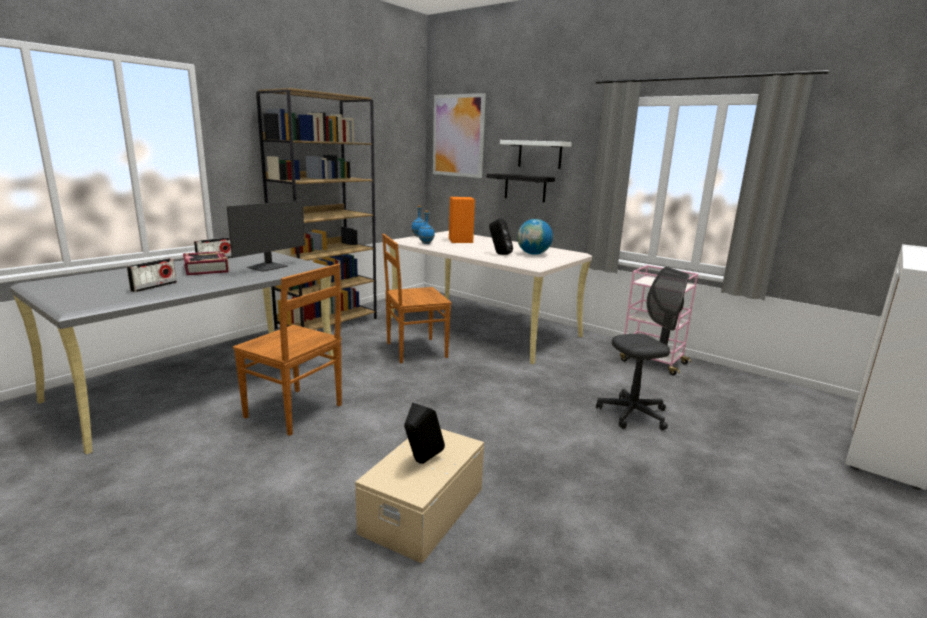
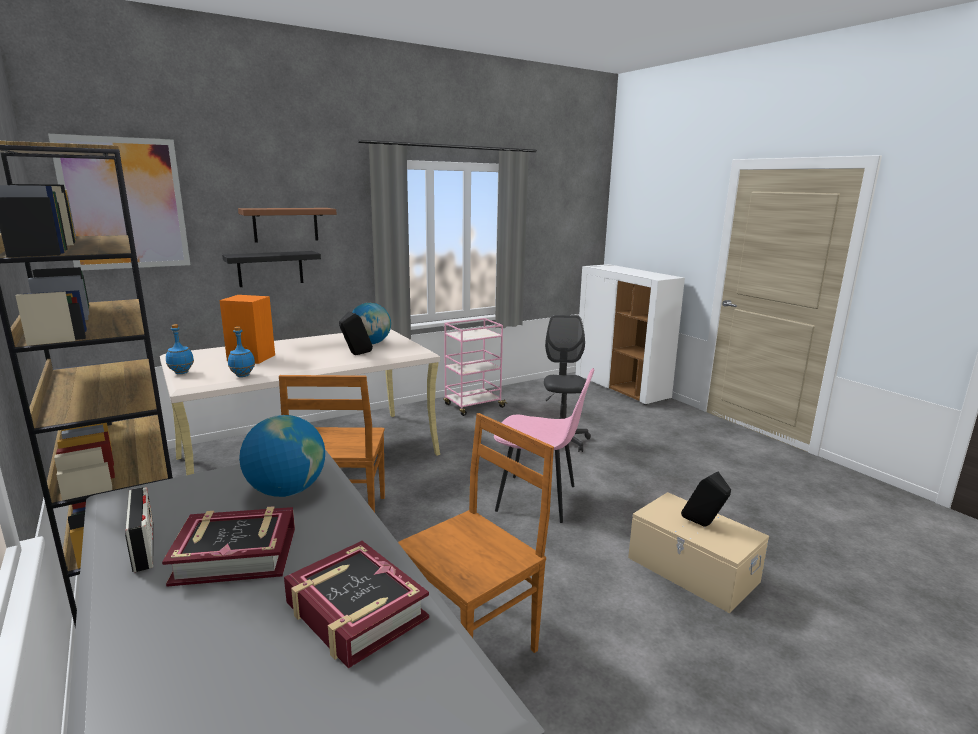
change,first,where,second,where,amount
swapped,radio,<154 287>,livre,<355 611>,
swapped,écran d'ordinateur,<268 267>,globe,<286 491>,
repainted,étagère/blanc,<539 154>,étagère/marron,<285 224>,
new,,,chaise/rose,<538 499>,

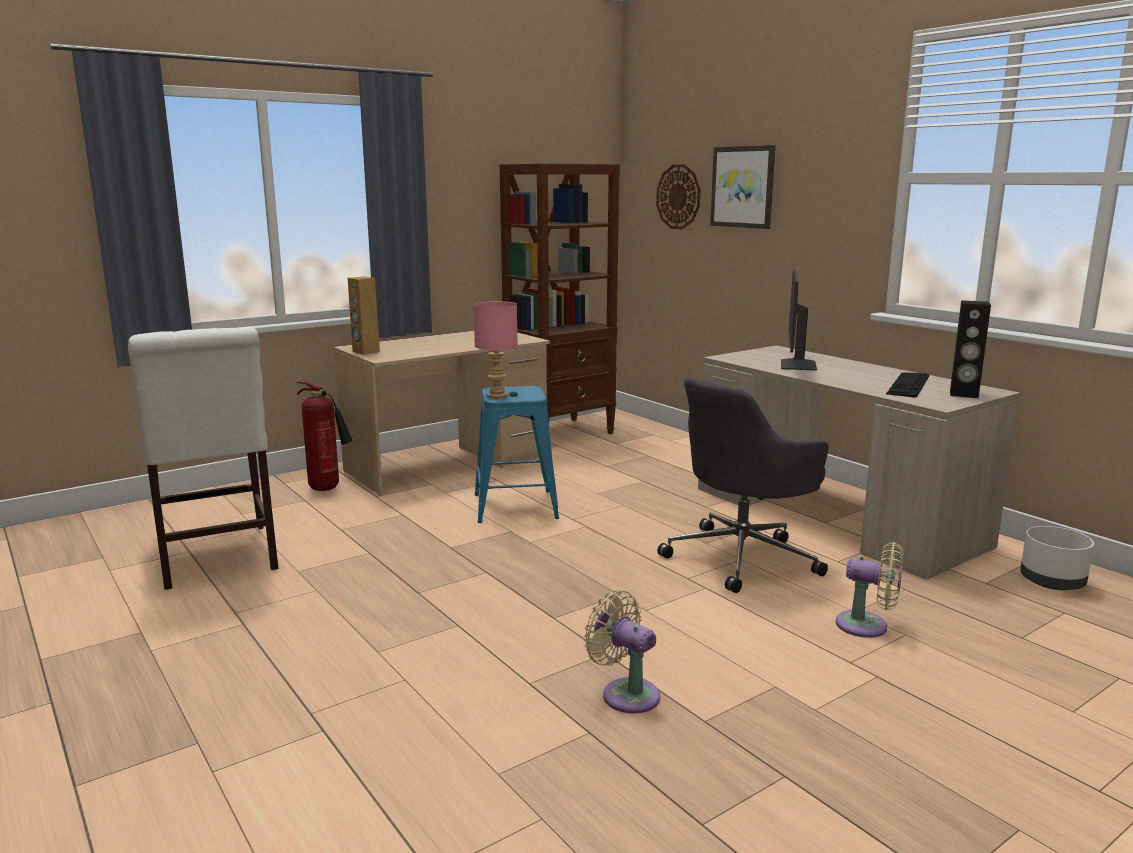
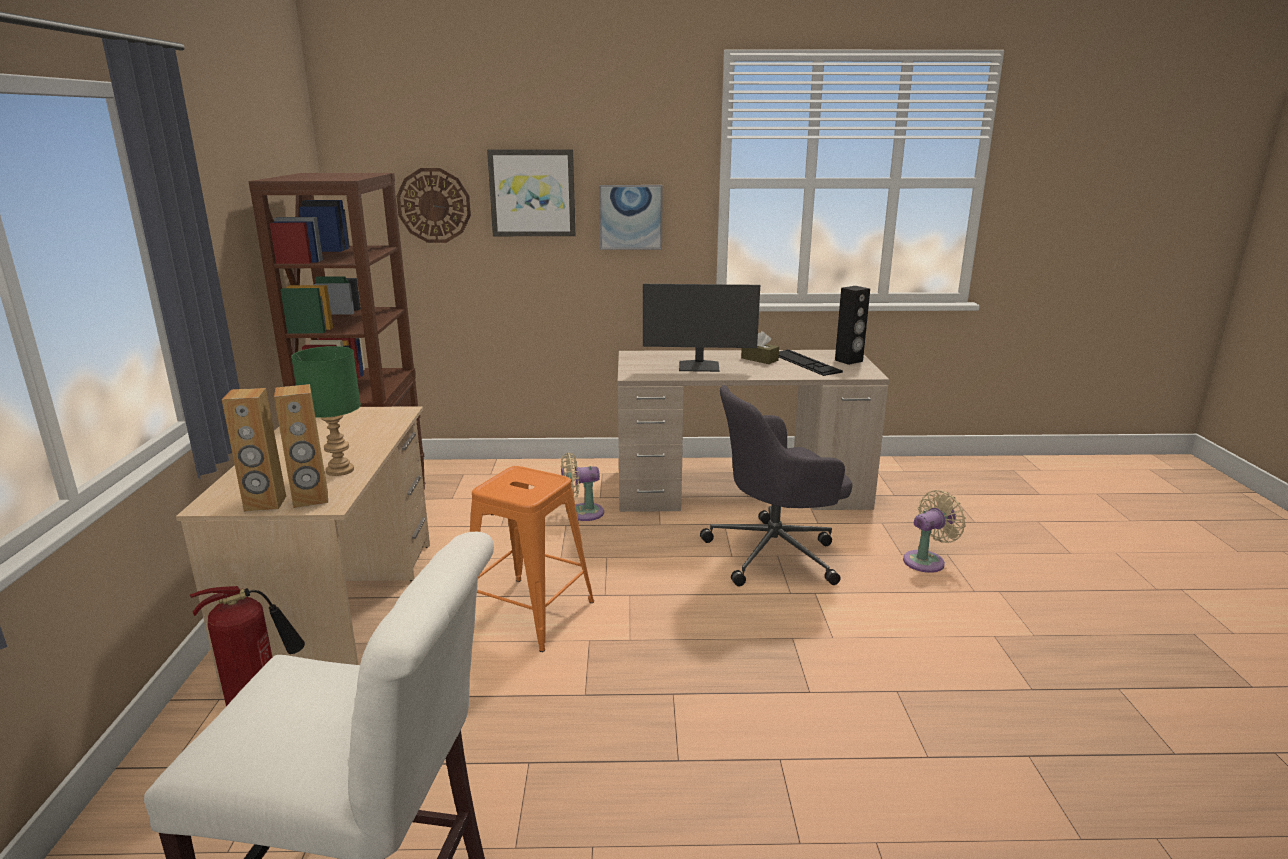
change,first,where,second,where,amount
gone,lampe de table/rose,<496 396>,,,
repainted,tabouret/bleu,<514 506>,tabouret/orange,<529 613>,
shifted,ventilateur/beige,<626 693>,,<582 513>,
rotated,chaise de bureau/gris,<743 557>,,<775 553>,75 degrees clockwise
rotated,écran d'ordinateur,<796 365>,,<699 367>,45 degrees counterclockwise
gone,cache-pot/blanc,<1053 581>,,,
new,,,enceinte/marron,<311 499>,
new,,,lampe de table/vert,<339 470>,
new,,,tableau,<630 217>,
new,,,boîte à mouchoirs/marron,<759 359>,

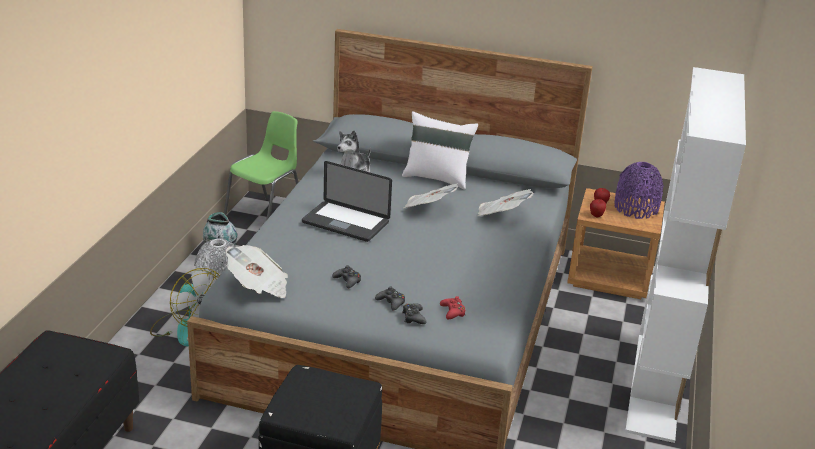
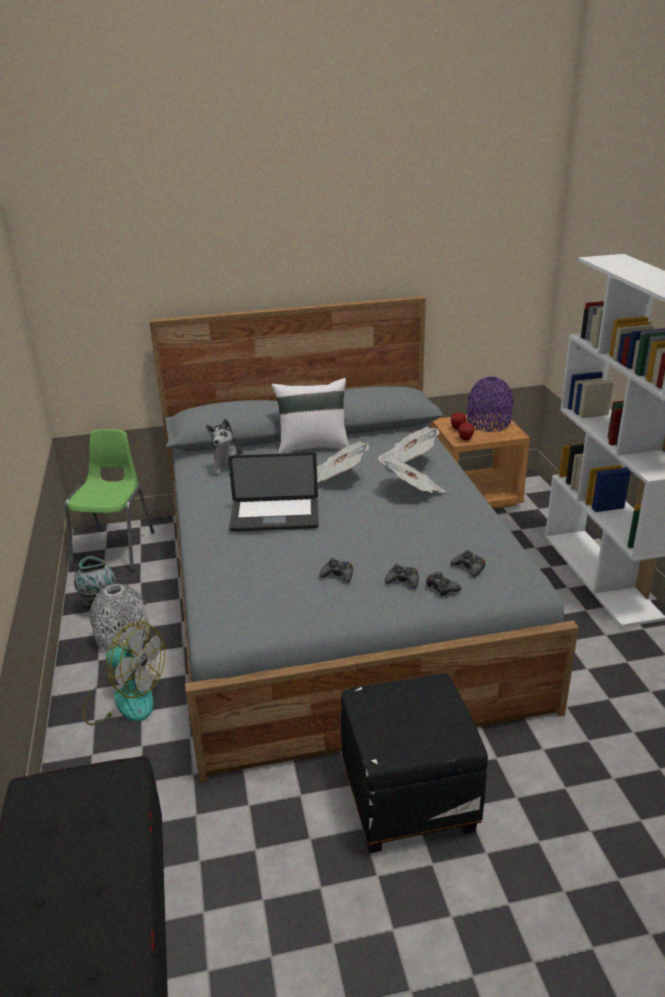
change,first,where,second,where,amount
shifted,journal,<258 286>,,<413 491>,
repainted,manette/rouge,<453 312>,manette/noir,<469 568>,

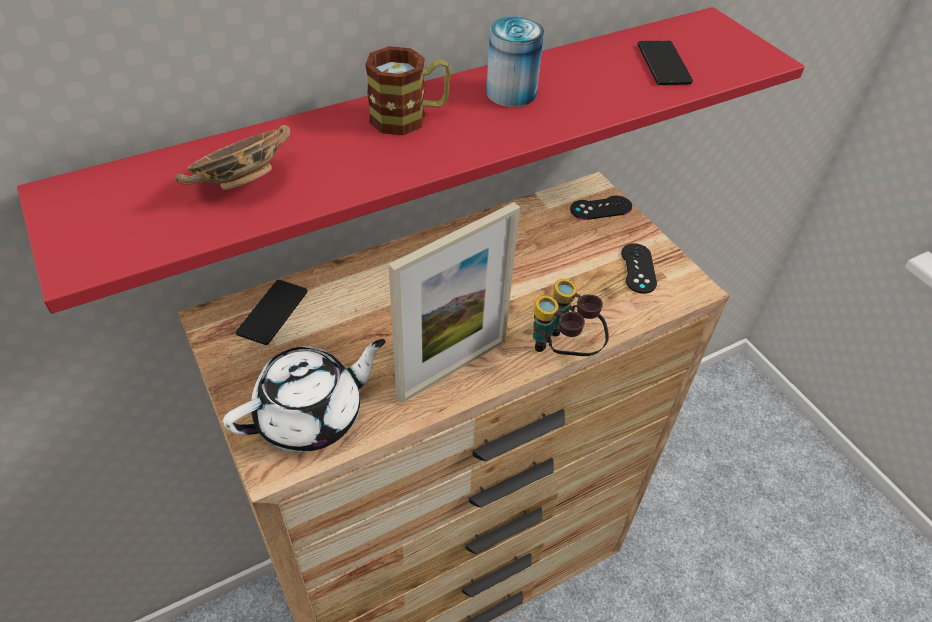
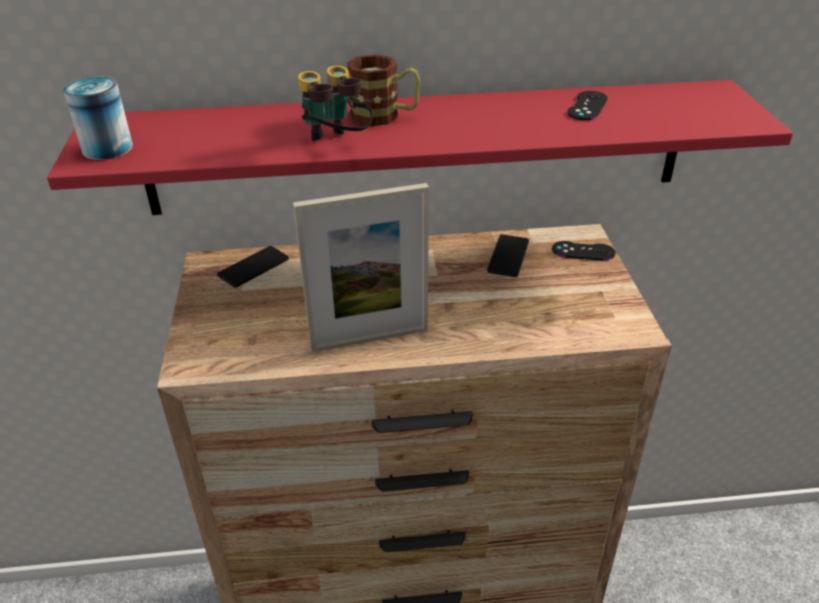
change,first,where,second,where,amount
gone,bol,<241 182>,,,
gone,théière/blanc,<312 415>,,,
shifted,boîte métallique,<511 93>,,<107 148>,
shifted,jumelles,<563 351>,,<335 144>,
shifted,manette/noir,<638 268>,,<587 106>,
shifted,téléphone,<663 64>,,<508 256>,

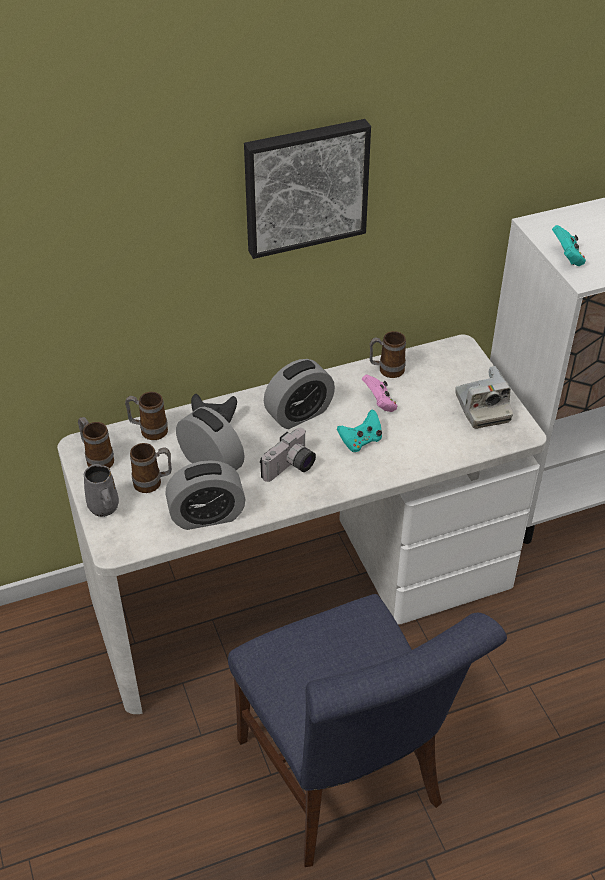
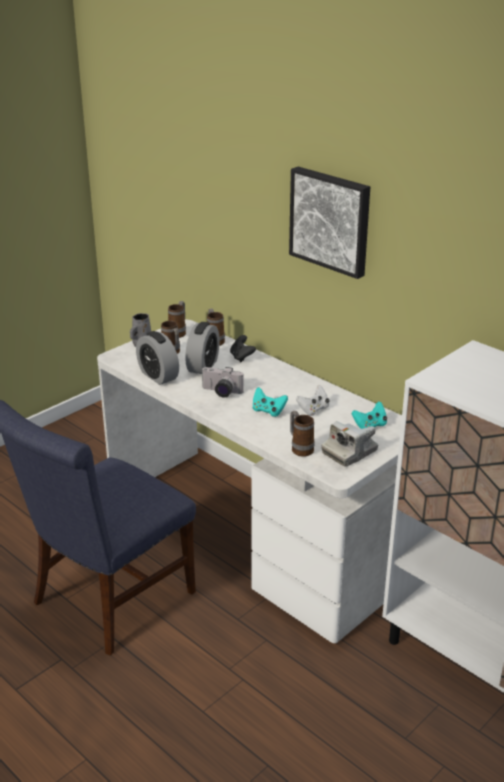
change,first,where,second,where,amount
gone,réveil,<299 414>,,,
repainted,manette/rose,<380 403>,manette/blanc,<313 410>,
shifted,mug,<386 370>,,<300 448>,
shifted,manette/turquoise,<567 257>,,<370 426>,

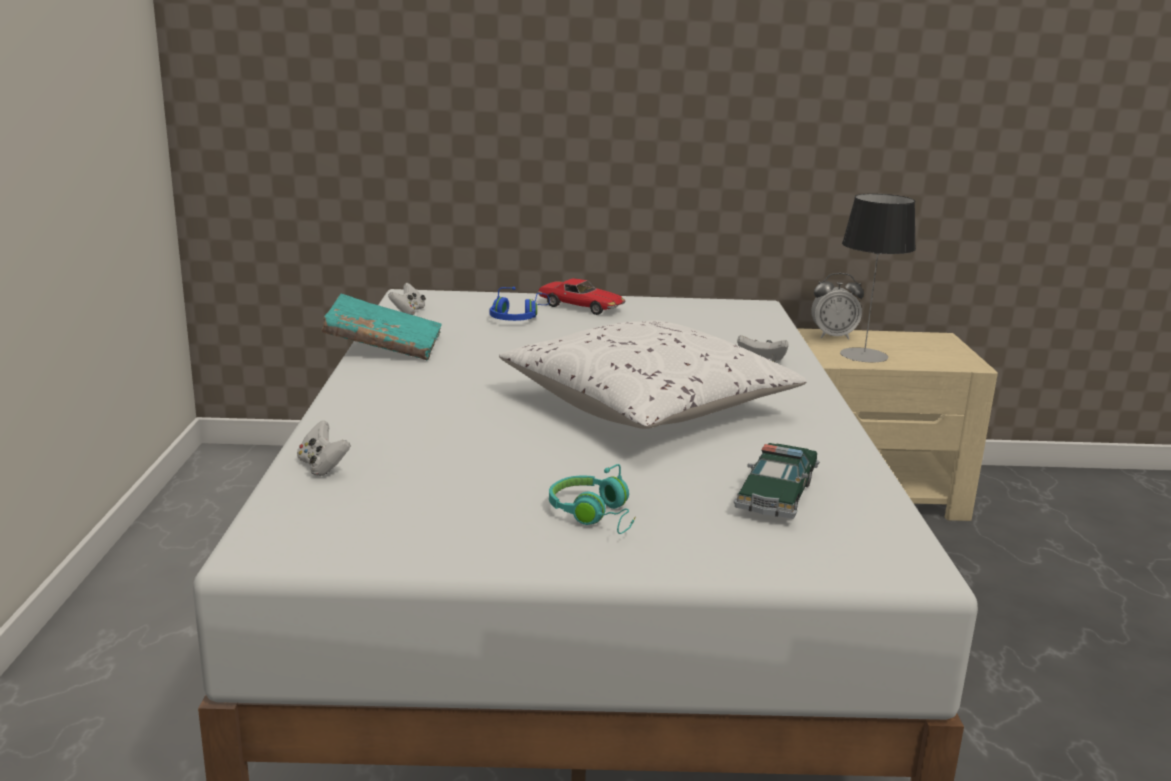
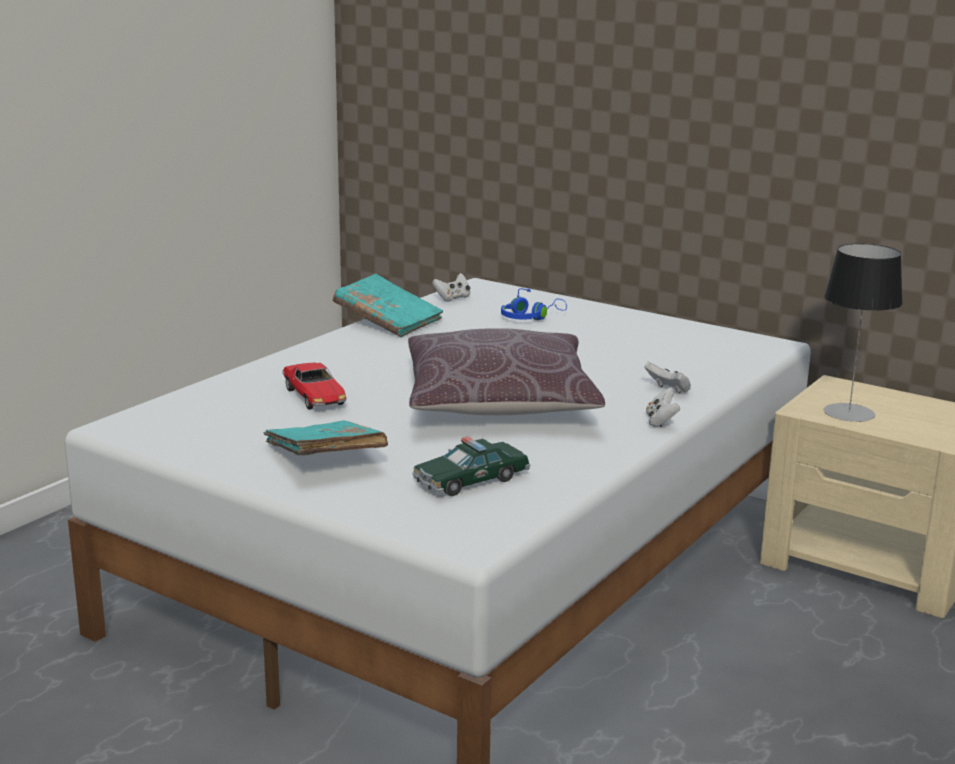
change,first,where,second,where,amount
shifted,manette/blanc,<322 467>,,<661 422>,
repainted,coussin/blanc,<647 406>,coussin/marron,<499 402>,
shifted,petite voiture,<581 307>,,<315 397>,
swapped,casque audio/turquoise,<595 515>,livre/turquoise,<324 459>,
gone,réveil,<833 336>,,,

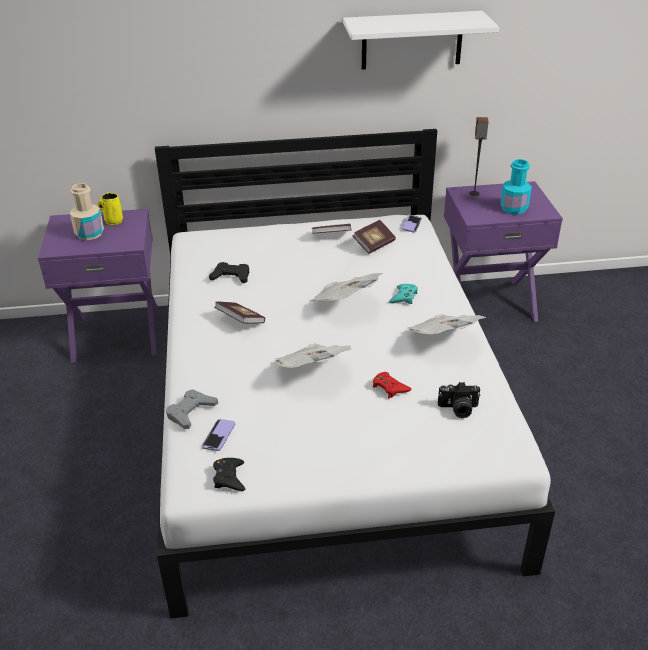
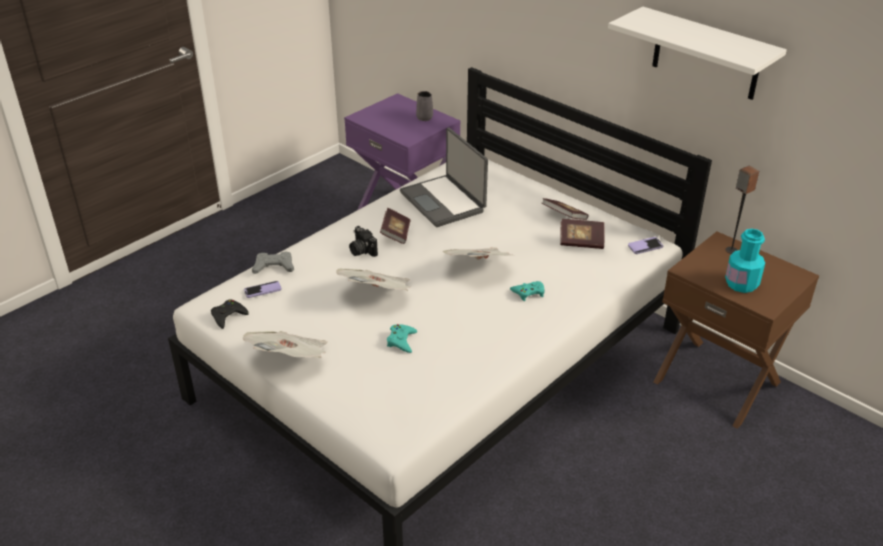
change,first,where,second,where,amount
gone,bouteille/beige,<89 234>,,,
repainted,mug/jaune,<113 221>,mug/gris,<424 117>,
swapped,manette/noir,<231 276>,ordinateur portable,<444 201>,
repainted,manette/rouge,<390 387>,manette/turquoise,<401 341>,
shifted,journal,<443 339>,,<291 360>,
shifted,appareil photo,<458 409>,,<361 251>,
repainted,table de chevet/violet,<488 302>,table de chevet/marron,<718 381>,

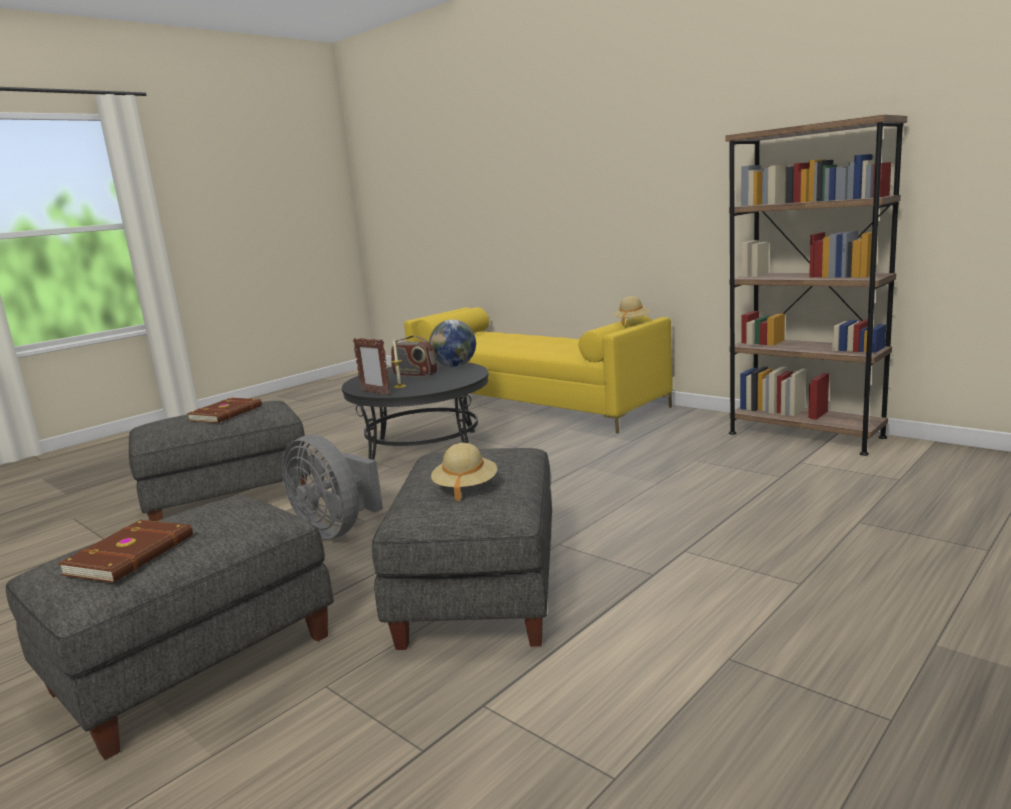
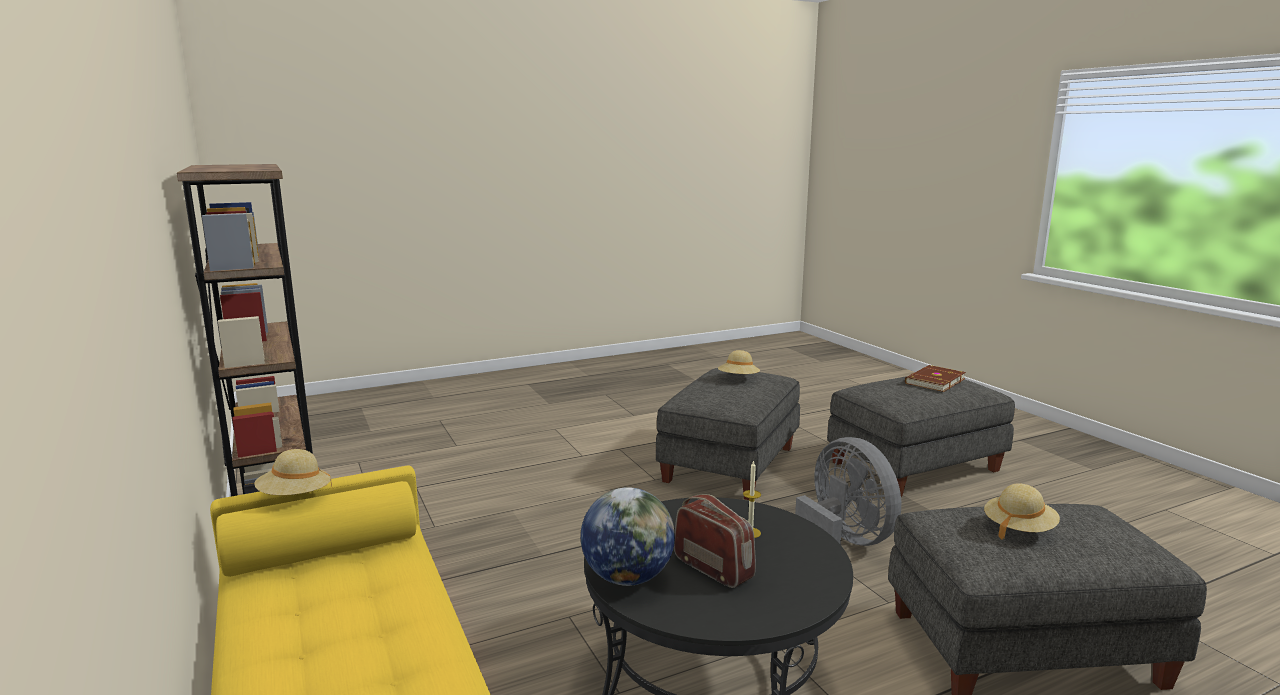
change,first,where,second,where,amount
swapped,livre/marron,<227 413>,chapeau/beige,<1018 528>,
gone,cadre photo,<375 393>,,,

